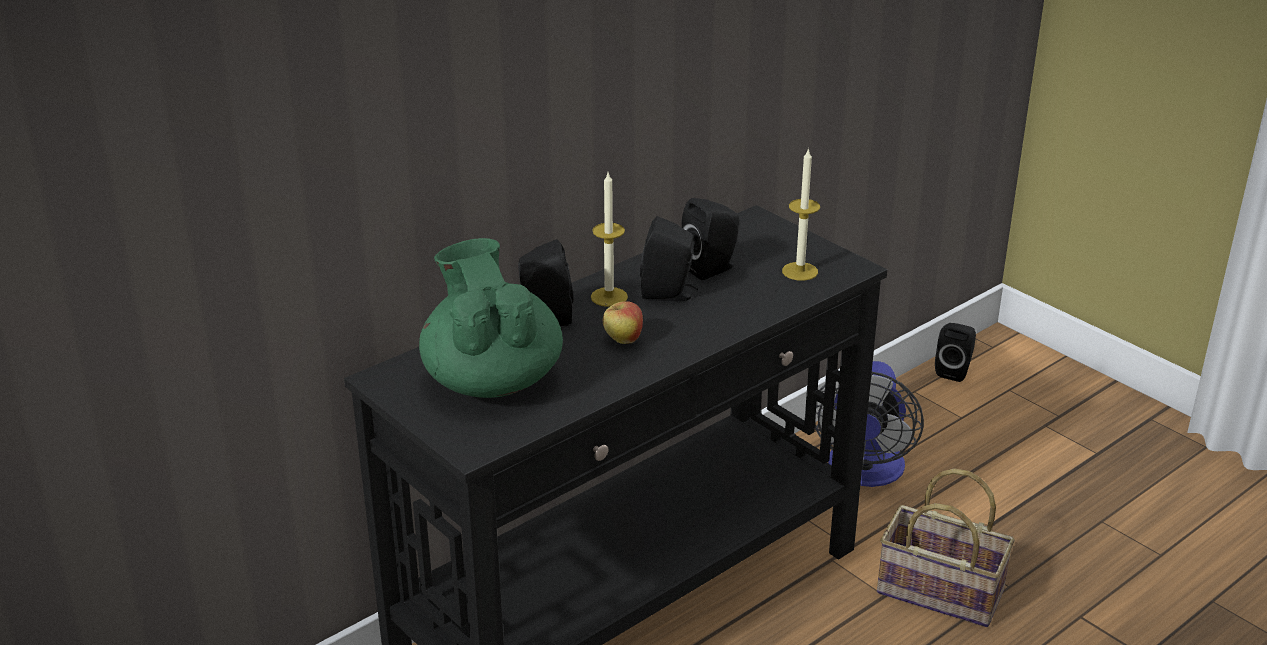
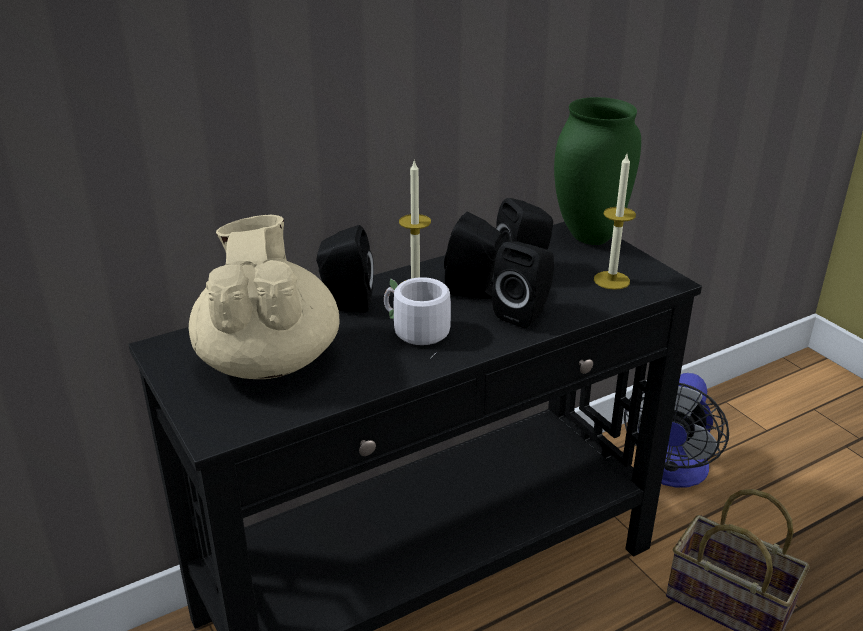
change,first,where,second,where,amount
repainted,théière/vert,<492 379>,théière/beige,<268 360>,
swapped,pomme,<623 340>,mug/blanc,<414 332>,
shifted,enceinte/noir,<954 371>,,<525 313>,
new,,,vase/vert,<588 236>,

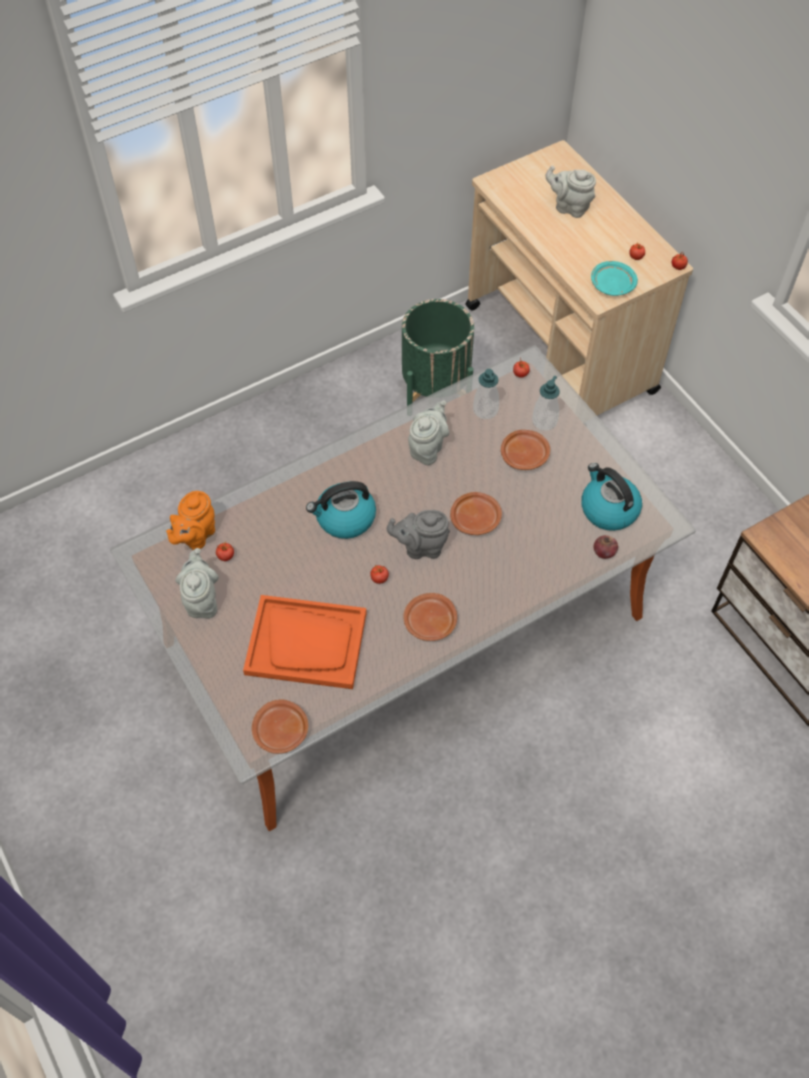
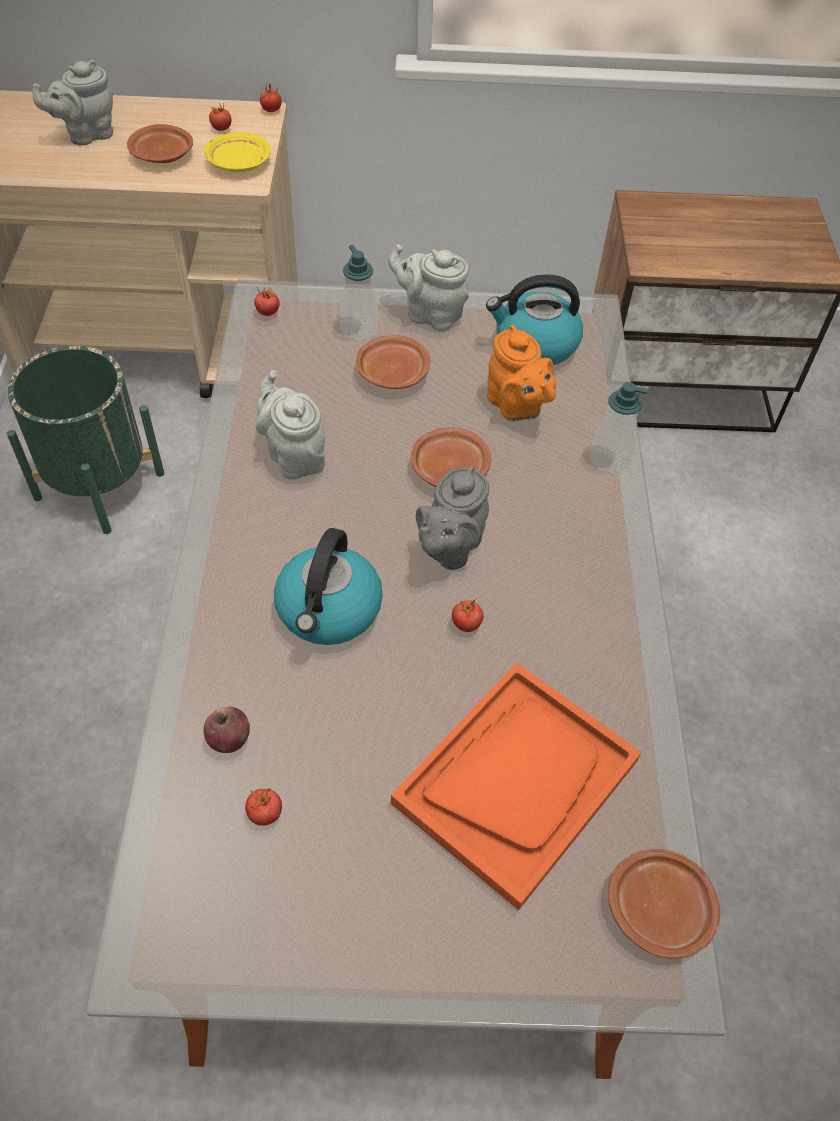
change,first,where,second,where,amount
shifted,théière/orange,<195 536>,,<516 407>,
shifted,théière/gris,<202 600>,,<430 314>,
shifted,assiette/marron,<429 622>,,<162 155>,
shifted,distributeur de savon,<485 410>,,<610 459>,
repainted,assiette/turquoise,<612 284>,assiette/jaune,<238 163>,
shifted,pomme,<604 552>,,<229 739>,

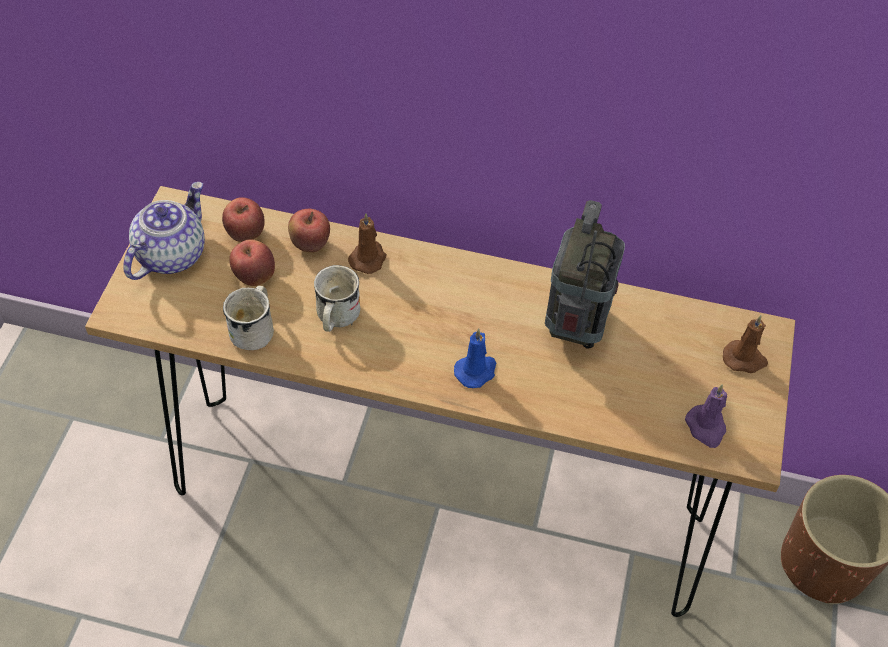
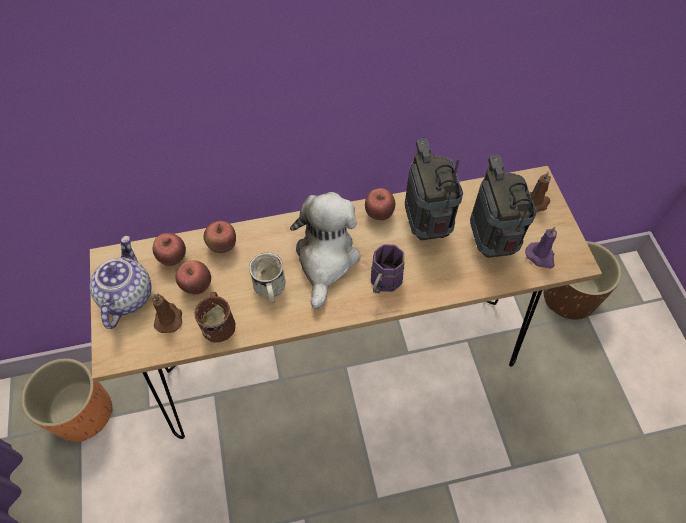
change,first,where,second,where,amount
repainted,mug/blanc,<255 328>,mug/marron,<219 322>,
shifted,bougie/marron,<368 258>,,<169 318>,
swapped,bougie/bleu,<476 371>,mug/violet,<383 284>,
new,,,cache-pot/orange,<83 412>,
new,,,peluche,<326 259>,
new,,,pomme,<379 214>,
new,,,radio,<490 243>,

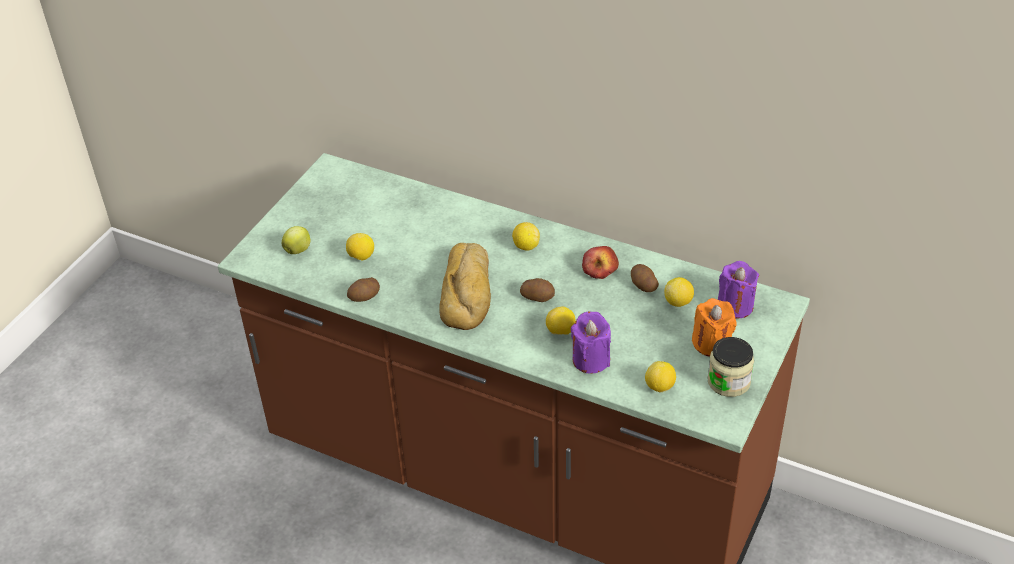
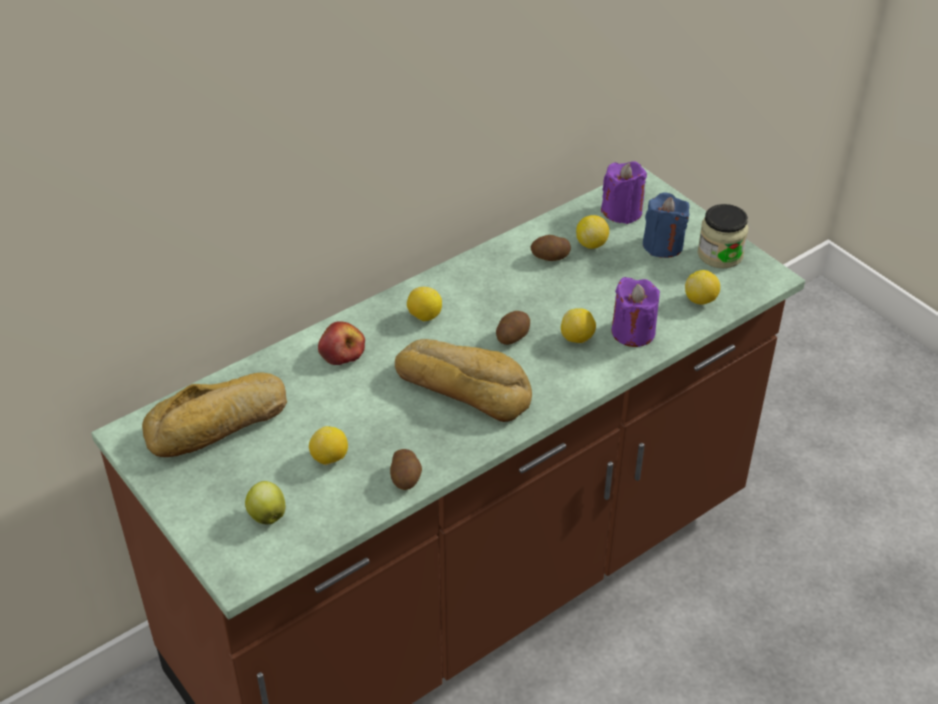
change,first,where,second,where,amount
shifted,pomme,<600 269>,,<342 352>,
repainted,bougie/orange,<711 343>,bougie/bleu,<663 245>,
new,,,pain,<219 425>,

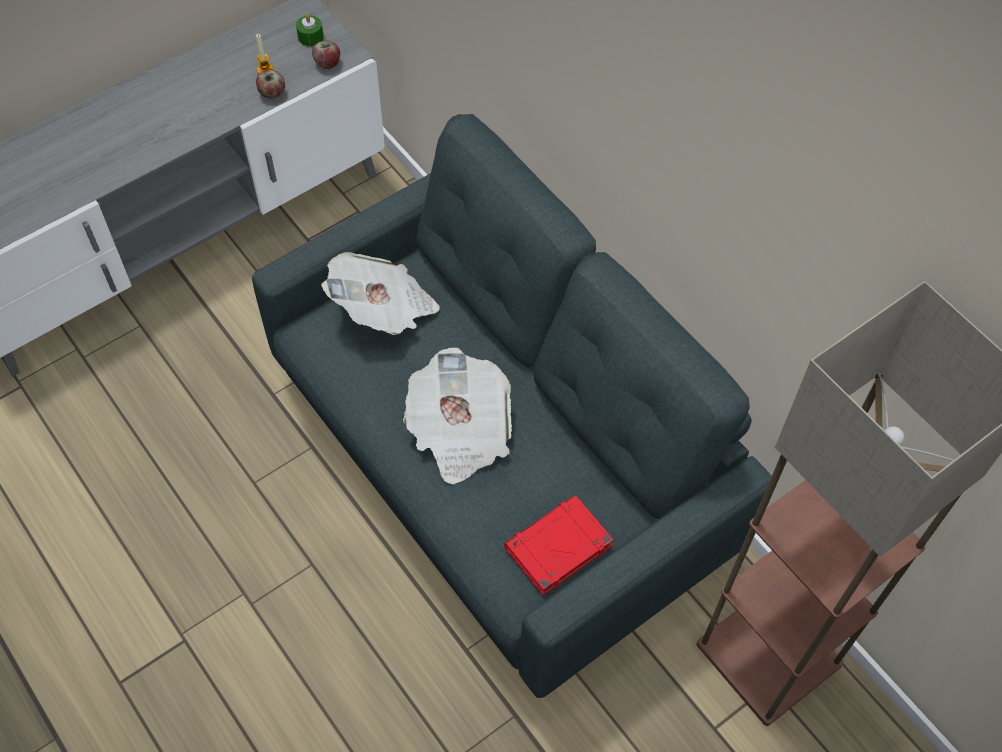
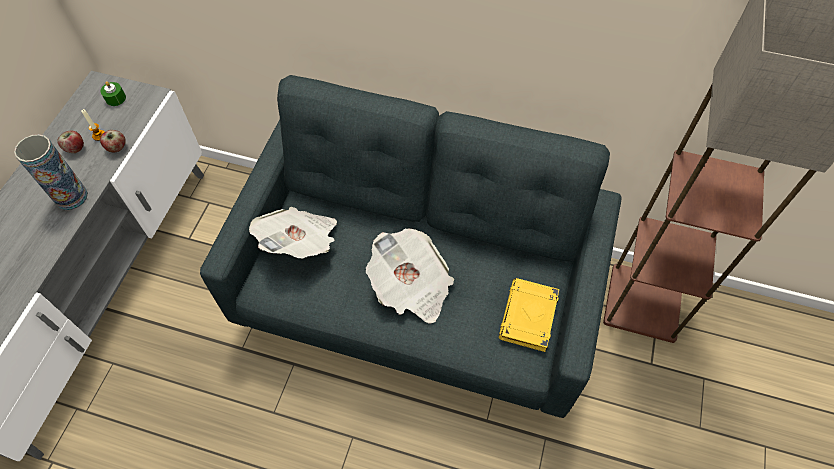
change,first,where,second,where,amount
shifted,pomme,<327 63>,,<75 148>,
repainted,livre/rouge,<557 548>,livre/jaune,<528 317>,
new,,,vase,<71 197>,

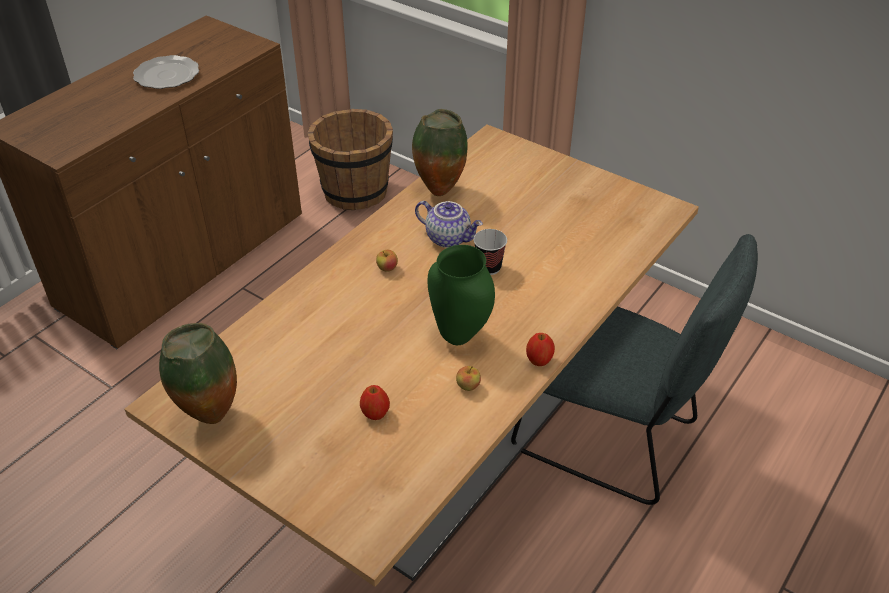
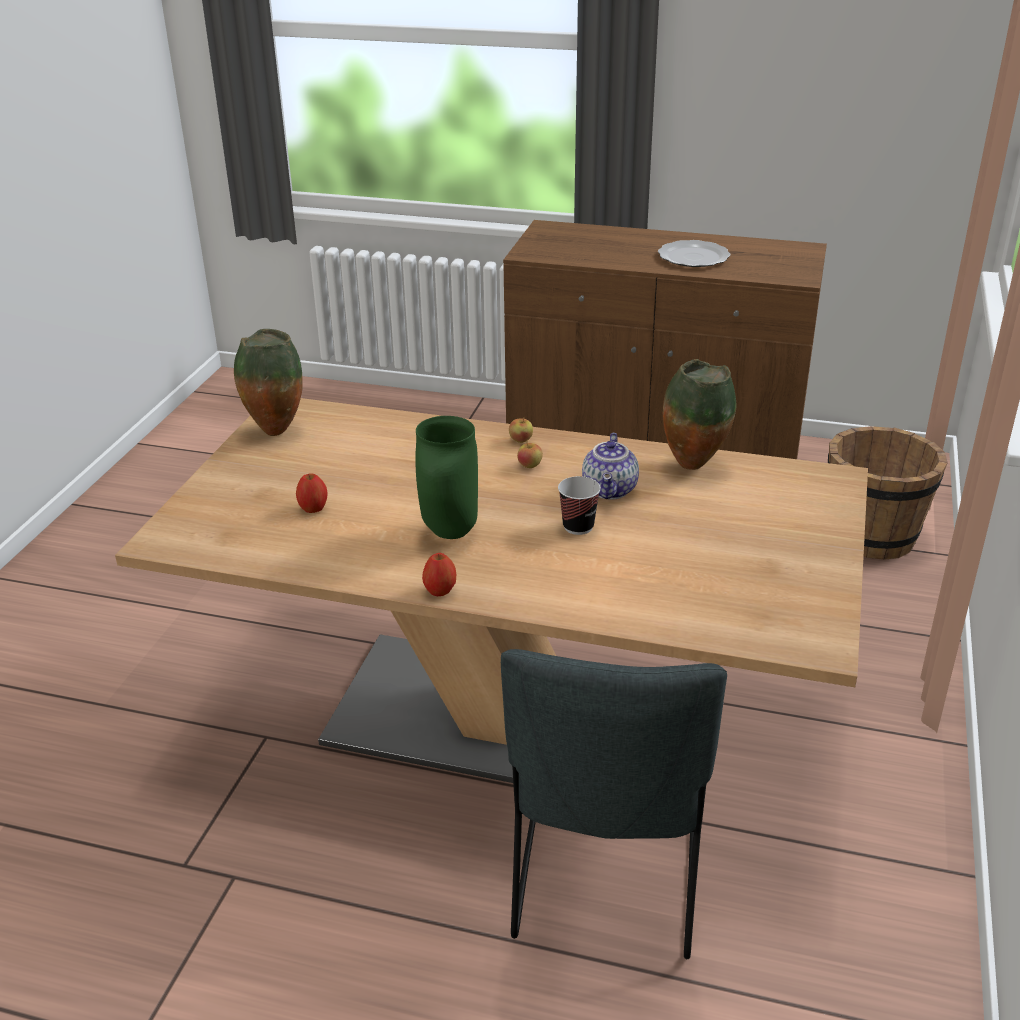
change,first,where,second,where,amount
shifted,pomme,<468 386>,,<521 440>,

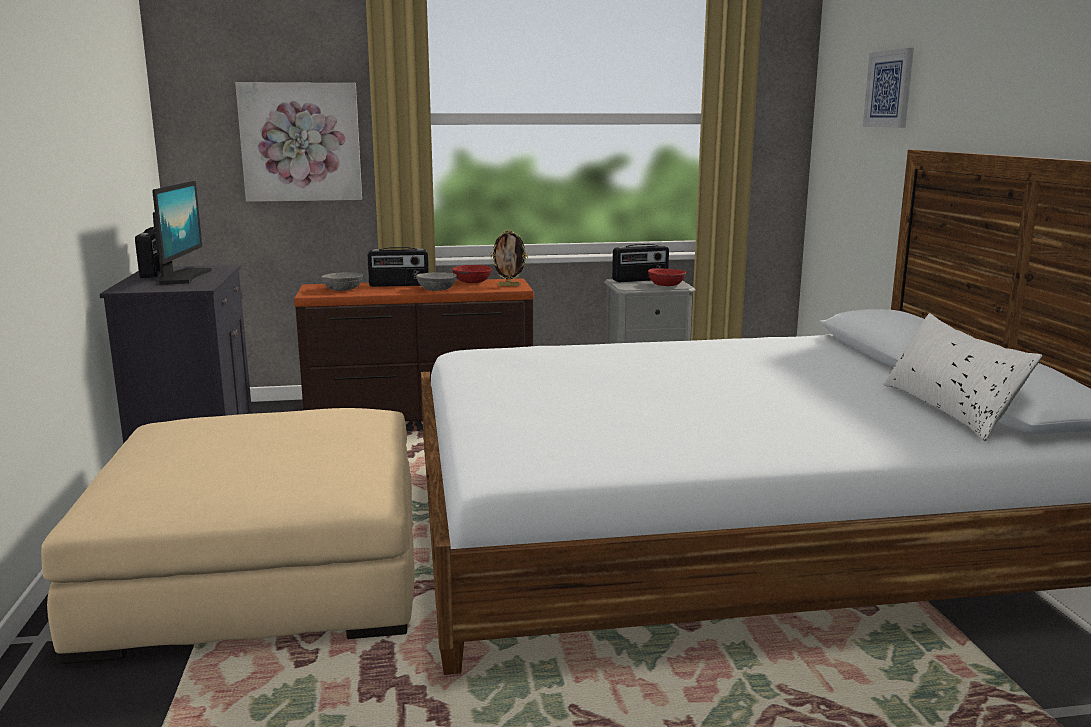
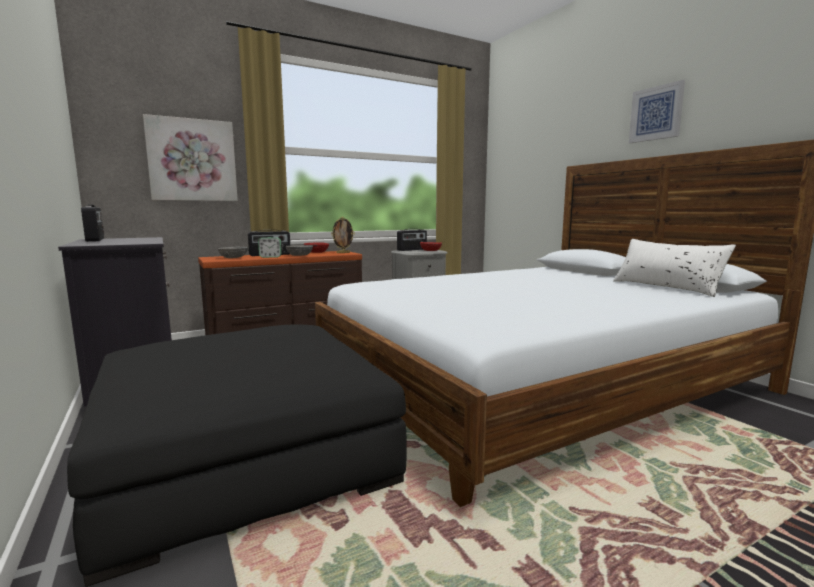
change,first,where,second,where,amount
repainted,pouf/beige,<265 567>,pouf/noir,<246 453>,
gone,écran d'ordinateur,<183 277>,,,
shifted,tableau,<889 89>,,<656 113>,
new,,,réveil,<270 257>,

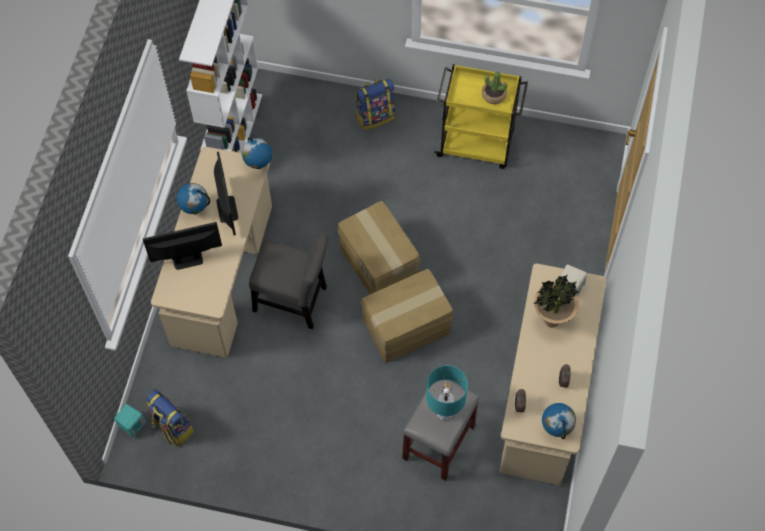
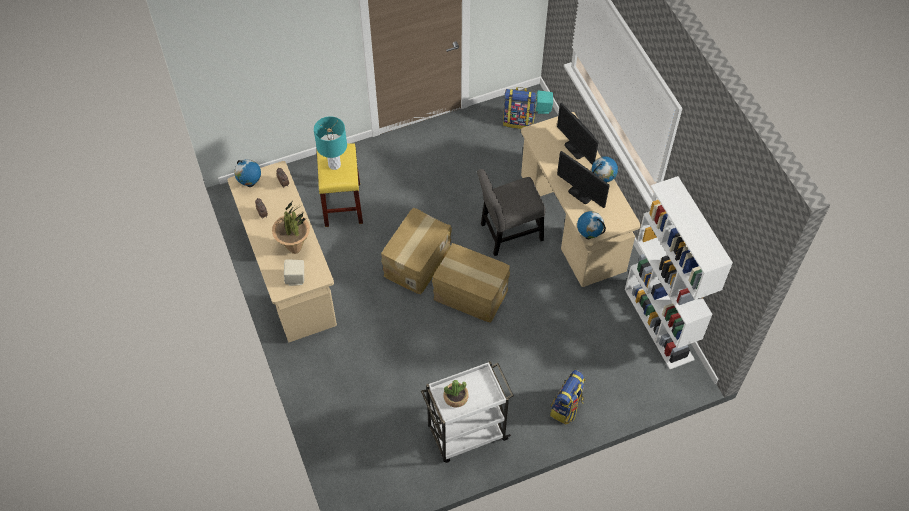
change,first,where,second,where,amount
rotated,écran d'ordinateur,<187 259>,,<576 148>,105 degrees clockwise
repainted,tabouret/gris,<438 441>,tabouret/jaune,<343 205>,
repainted,chariot/jaune,<477 145>,chariot/blanc,<466 434>,

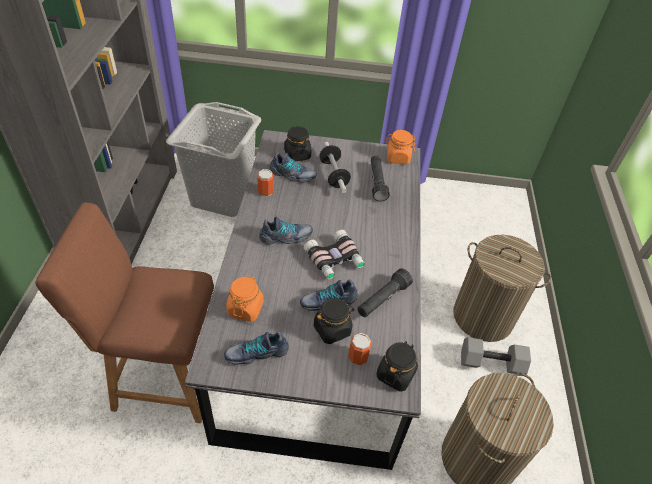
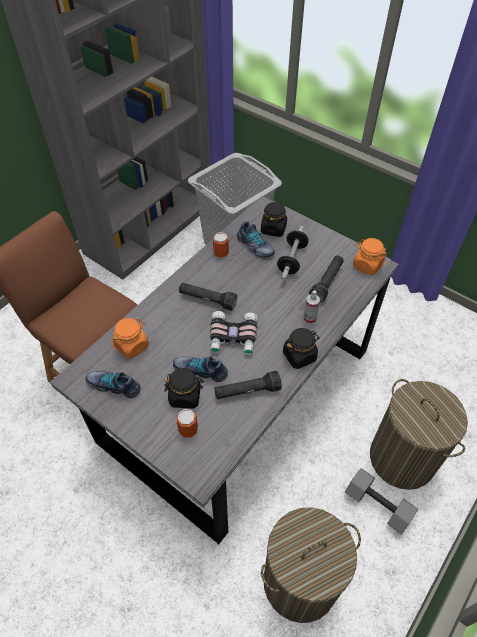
change,first,where,second,where,amount
swapped,chaussure,<286 237>,lampe de poche/noir,<207 300>,
shifted,bocal/noir,<395 374>,,<299 356>,
new,,,vaporisateur,<309 318>,

